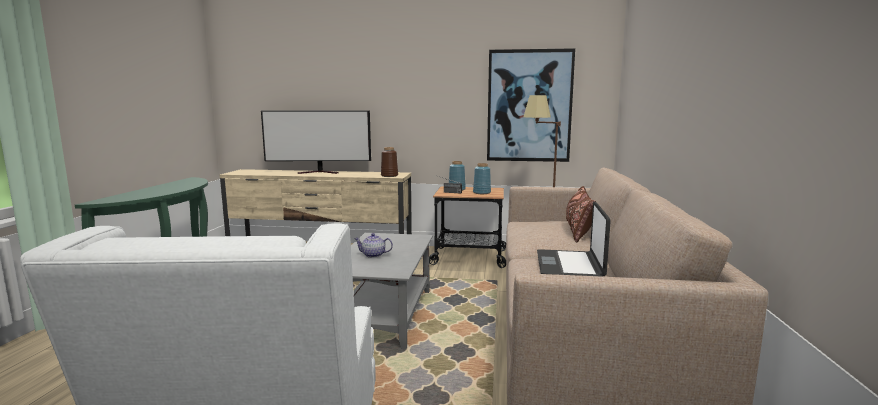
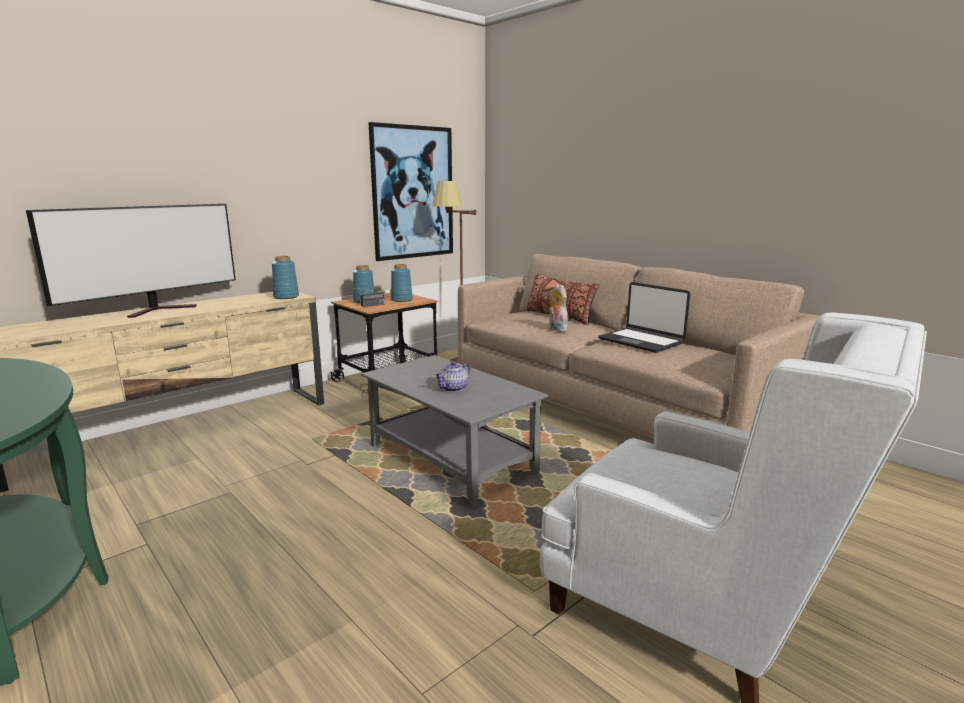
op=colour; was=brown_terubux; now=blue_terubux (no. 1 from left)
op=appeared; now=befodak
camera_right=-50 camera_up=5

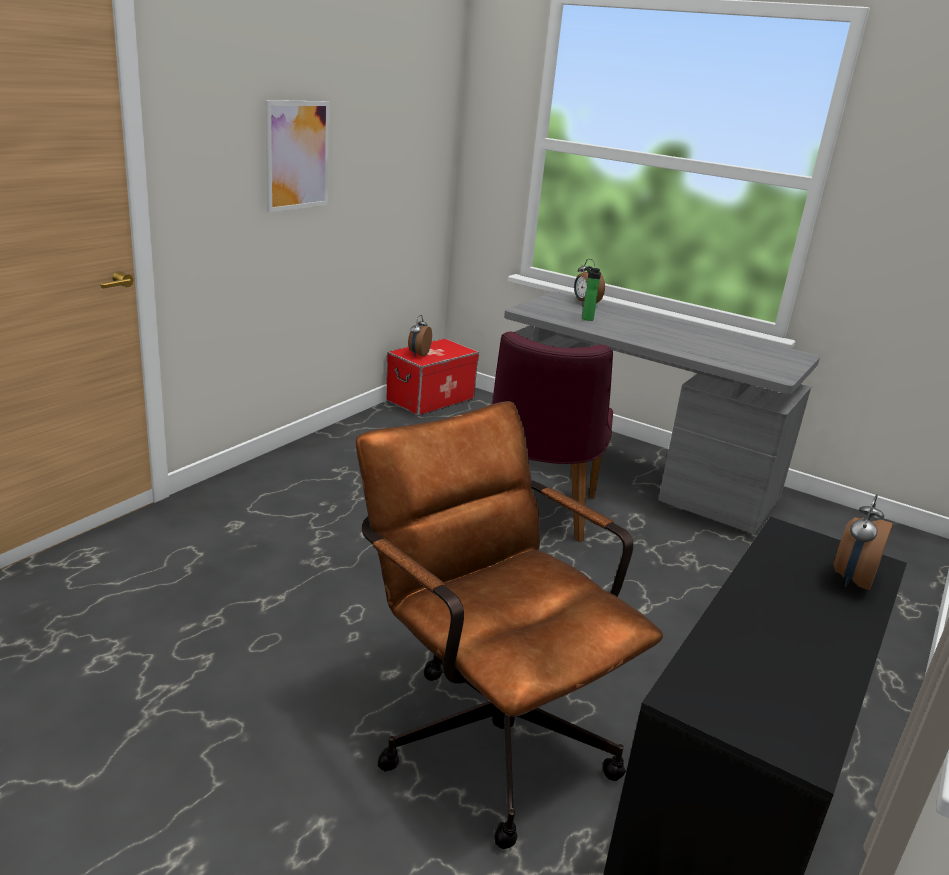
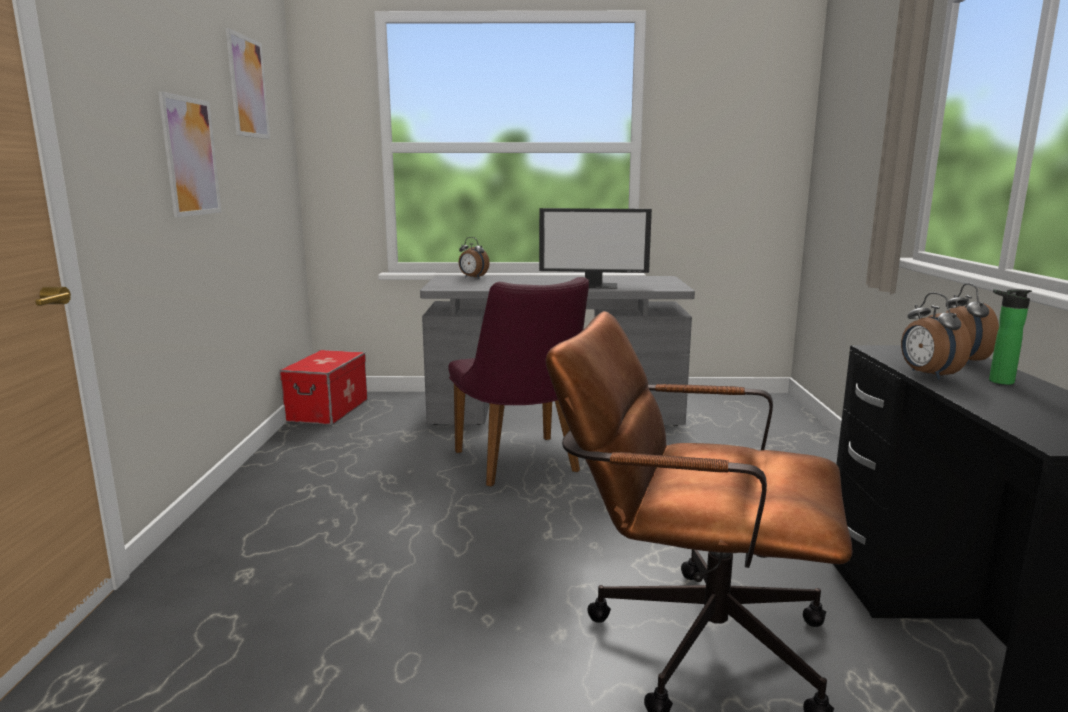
op=appeared; now=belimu (no. 2 from left)
op=appeared; now=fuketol
op=relocated; was=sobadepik (no. 1 from left in the first image); now=sobadepik (no. 2 from left)
op=relocated; was=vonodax
camera_right=-30 camera_up=-10

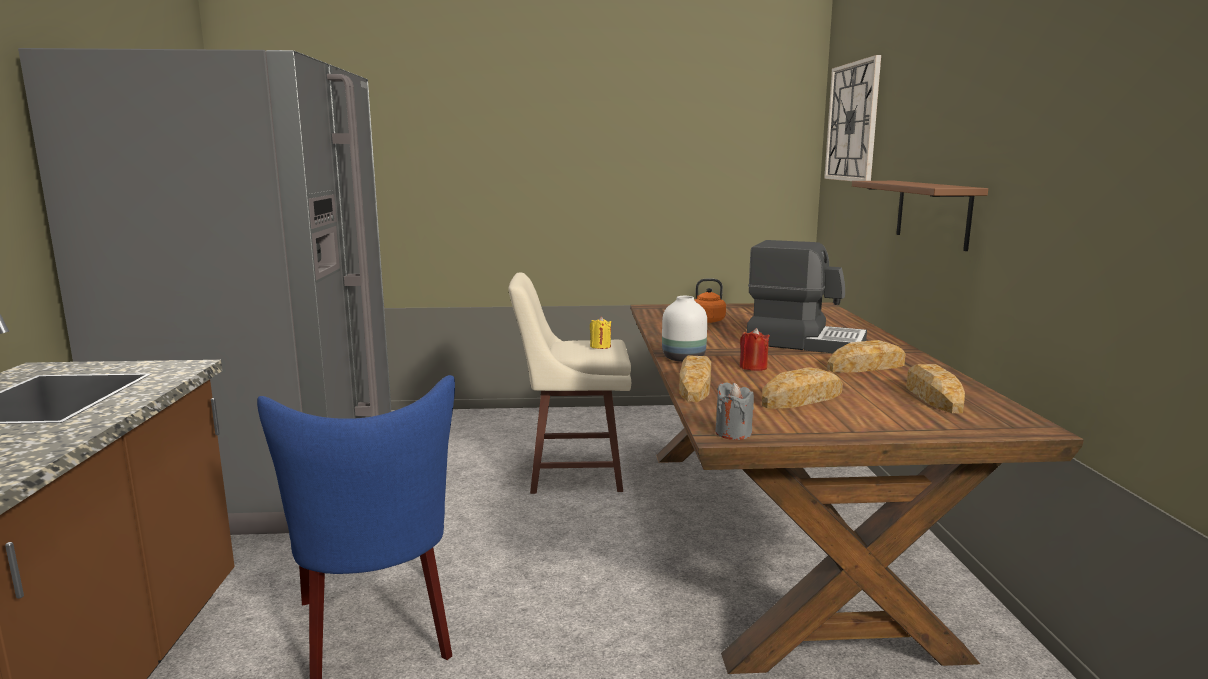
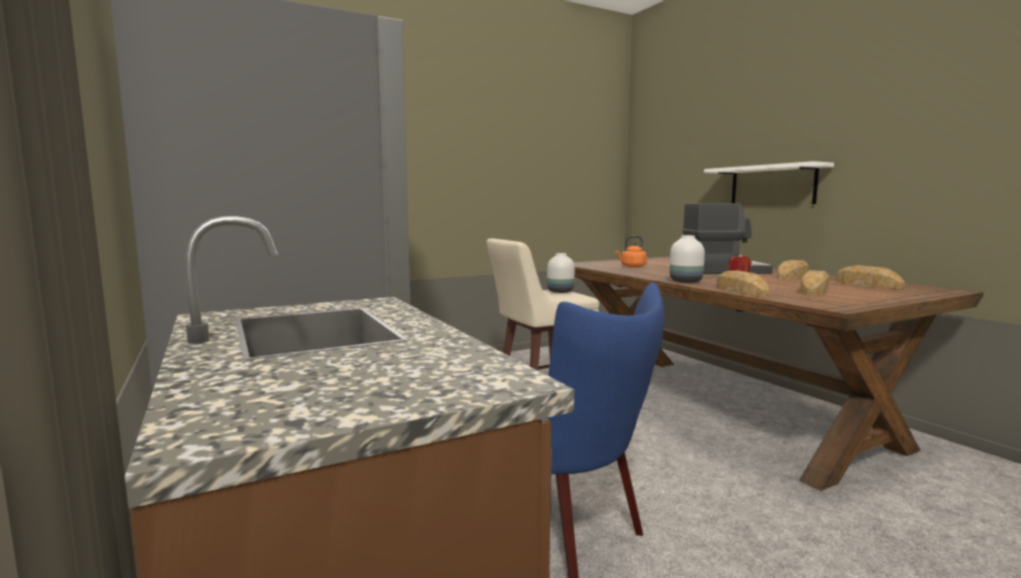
op=exchanged; was=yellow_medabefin; now=white_terubux (no. 1 from left)
op=colour; was=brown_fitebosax; now=white_fitebosax
op=missing; was=grey_medabefin
op=missing; was=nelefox
camera_right=-25 camera_up=-5

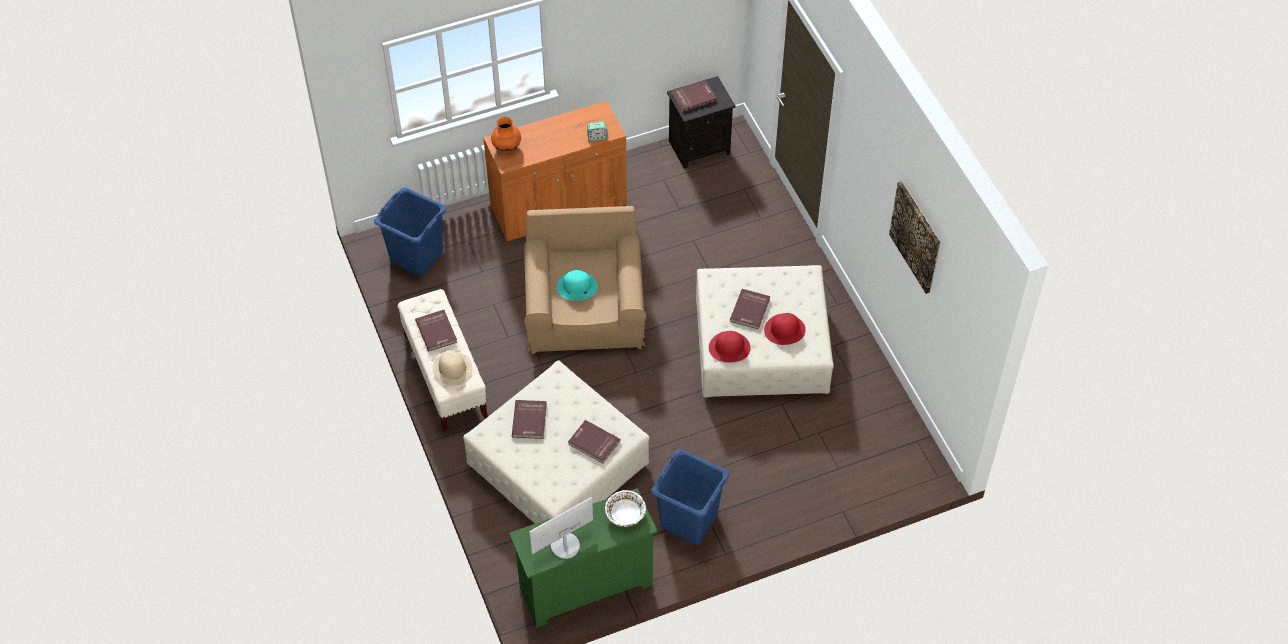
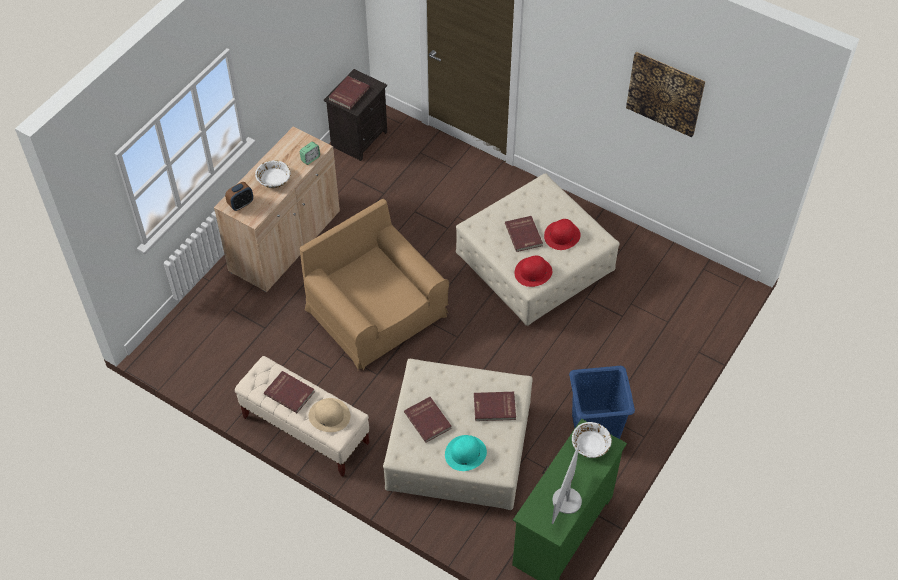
op=colour; was=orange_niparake; now=beige_niparake
op=exchanged; was=orange_terubux; now=sobadepik (no. 1 from left)
op=appeared; now=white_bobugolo (no. 1 from left)
op=relocated; was=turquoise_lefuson
op=missing; was=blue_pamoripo (no. 1 from left)
camera_right=-35 camera_up=0

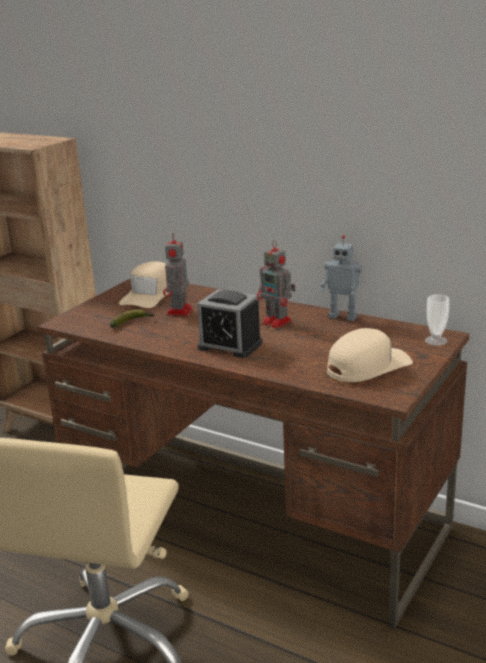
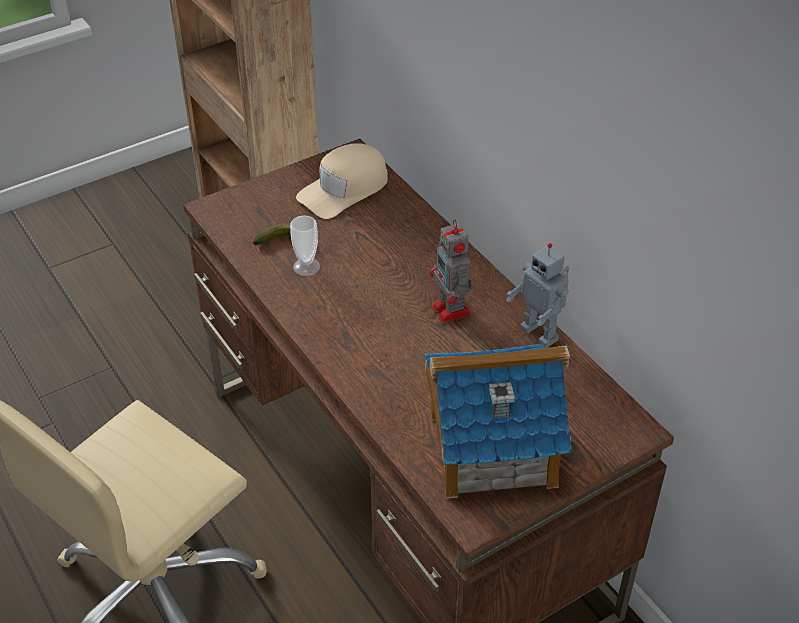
op=relocated; was=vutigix
op=exchanged; was=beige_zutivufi (no. 2 from left); now=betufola
op=missing; was=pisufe (no. 1 from left)
op=missing; was=sobadepik
camera_right=25 camera_up=20

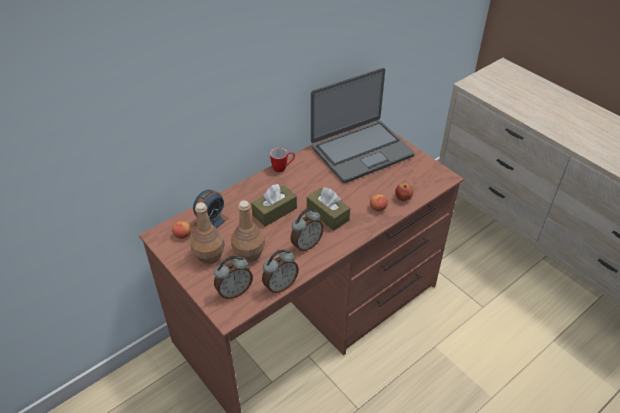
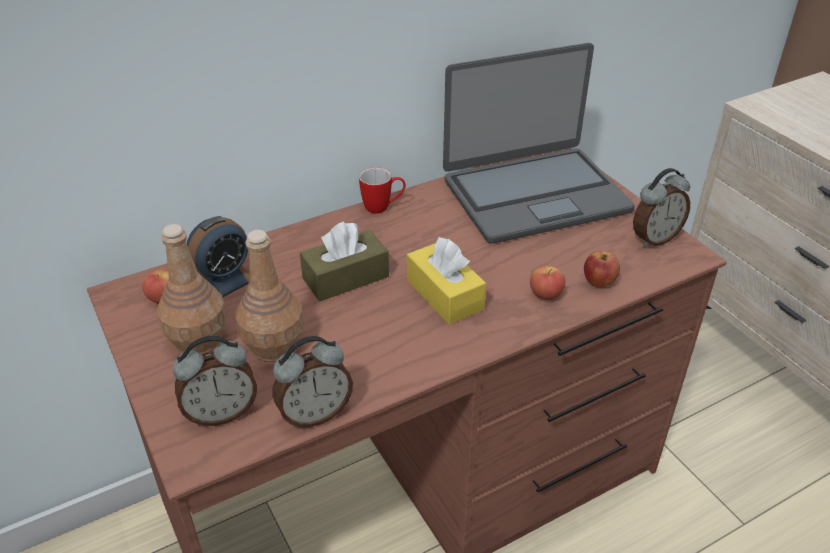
op=colour; was=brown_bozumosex (no. 2 from left); now=yellow_bozumosex
op=relocated; was=sobadepik (no. 4 from left)
camera_right=10 camera_up=-5

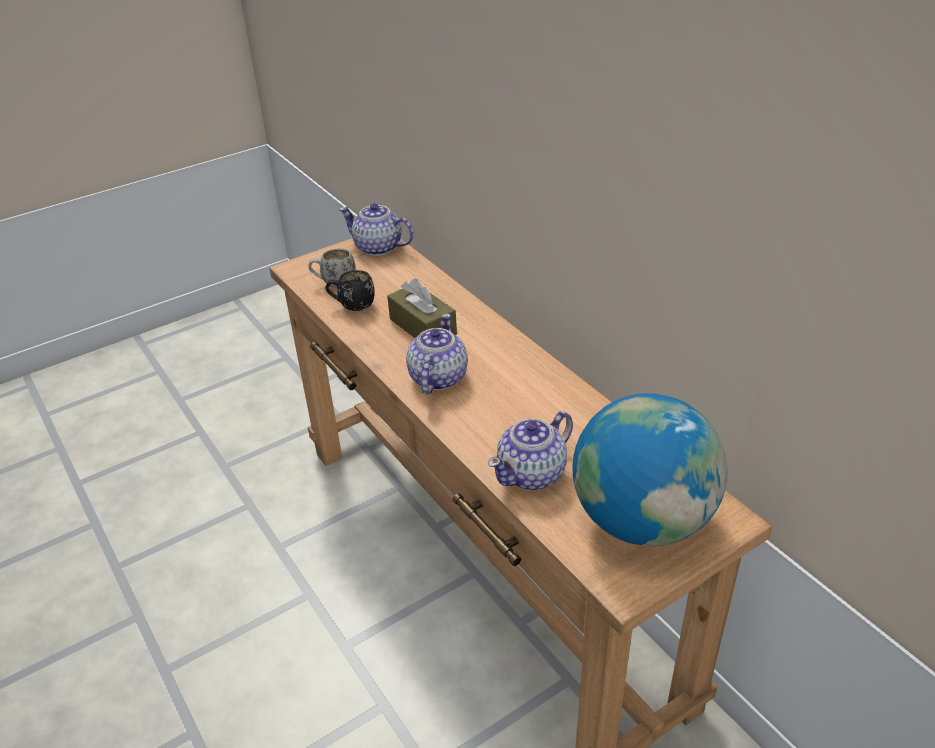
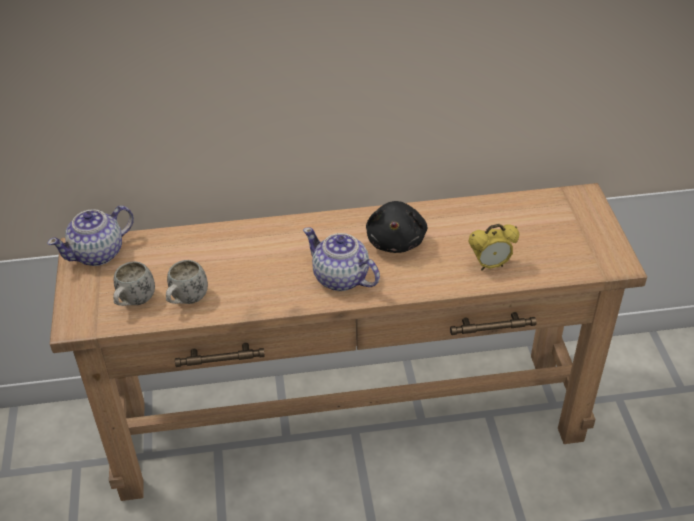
op=colour; was=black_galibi; now=white_galibi (no. 2 from left)
op=appeared; now=black_befodak
op=exchanged; was=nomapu (no. 3 from left); now=sobadepik
op=missing; was=brown_bozumosex
op=missing; was=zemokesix
camera_right=-65 camera_up=5

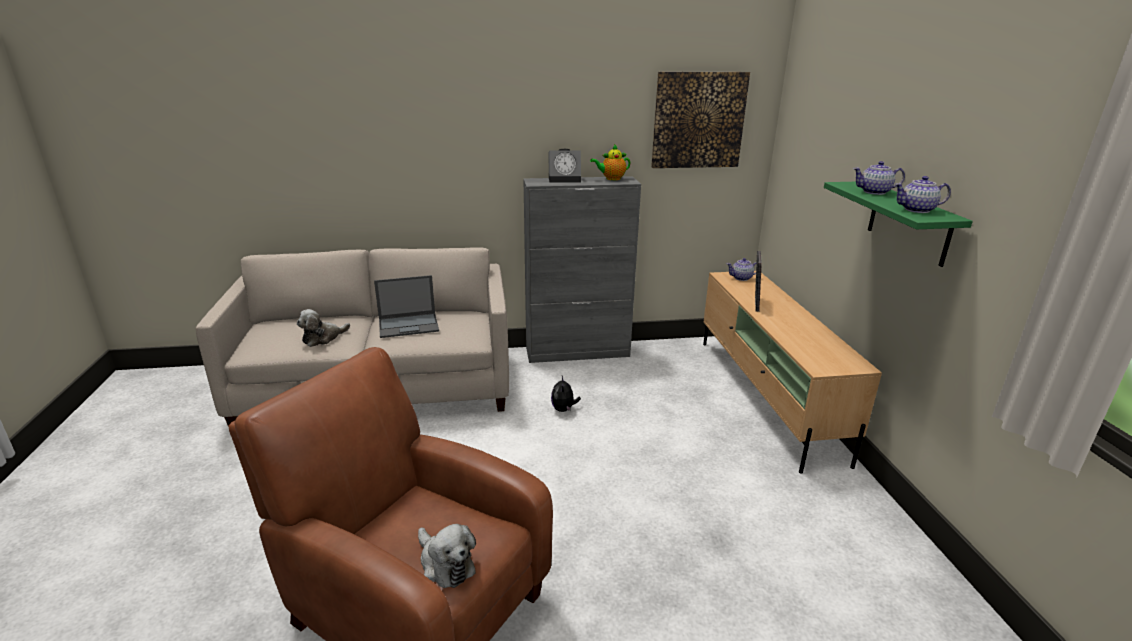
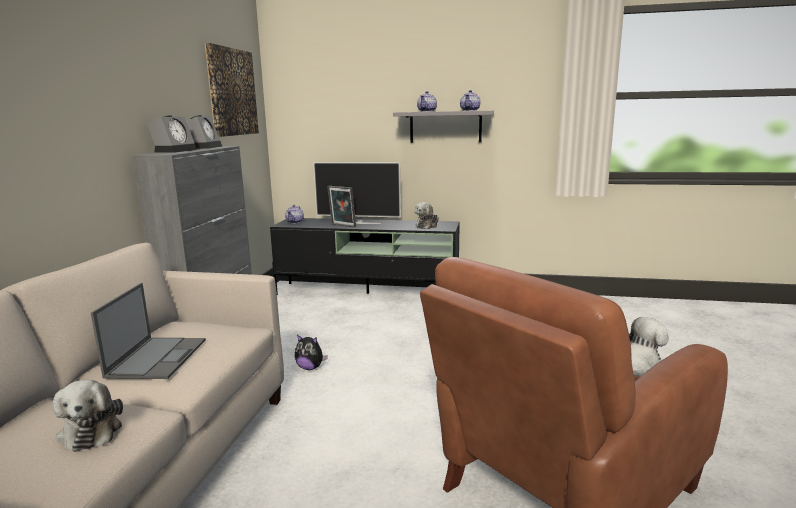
op=exchanged; was=nomapu (no. 1 from left); now=sobadepik (no. 2 from left)
op=colour; was=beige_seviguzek; now=black_seviguzek
op=appeared; now=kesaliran
op=colour; was=green_fitebosax; now=grey_fitebosax
op=appeared; now=befodak (no. 3 from left)
camera_right=-70 camera_up=-10

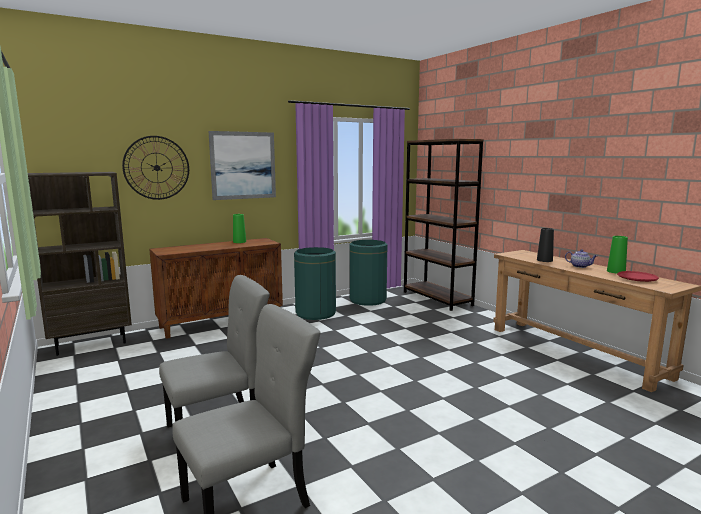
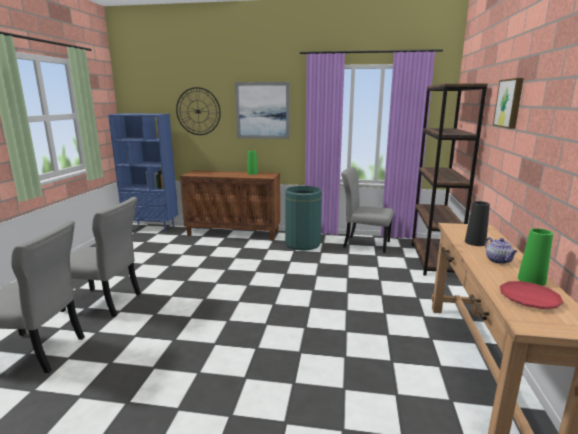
op=colour; was=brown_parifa (no. 1 from left); now=blue_parifa
op=exchanged; was=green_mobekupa (no. 2 from left); now=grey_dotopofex (no. 3 from left)
op=appeared; now=belimu (no. 2 from left)
camera_right=40 camera_up=5

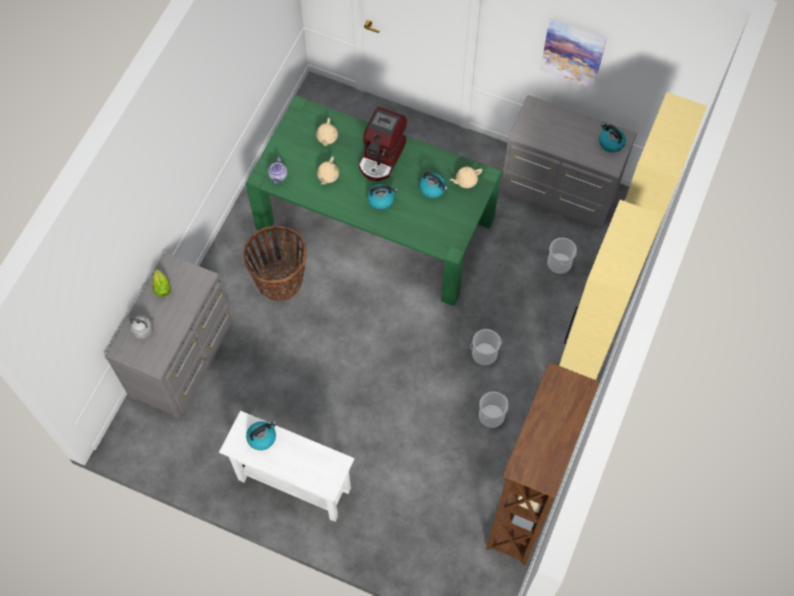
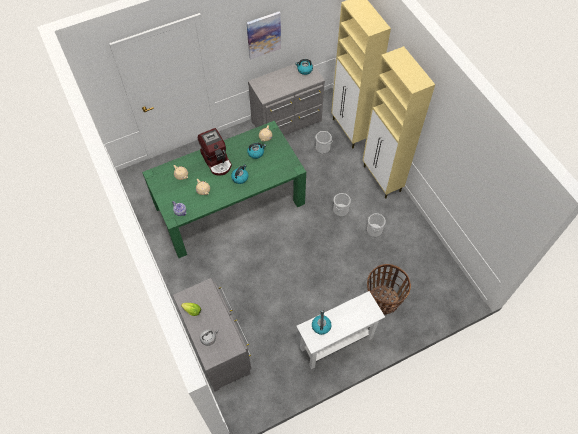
op=relocated; was=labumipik
op=missing; was=brown_parifa
camera_right=-50 camera_up=-5

